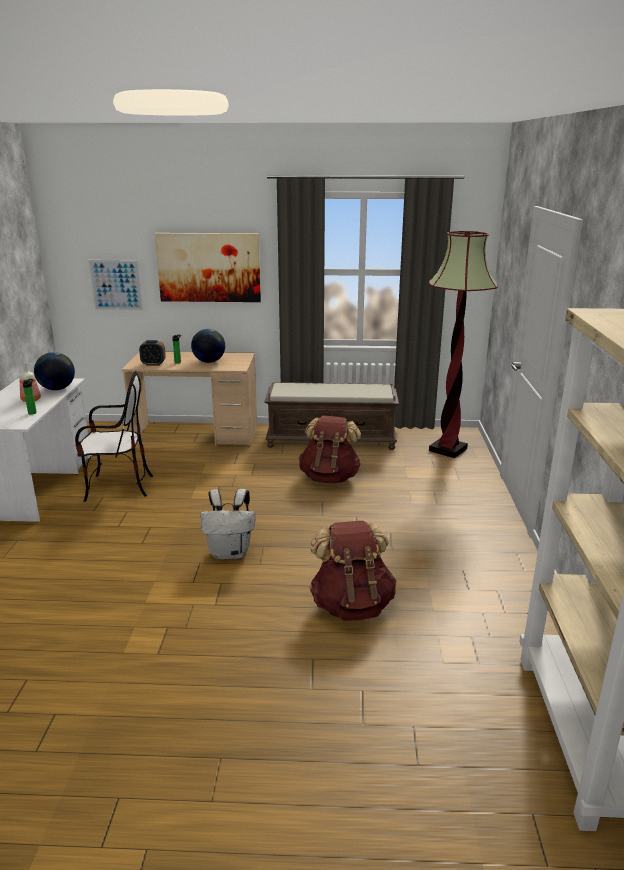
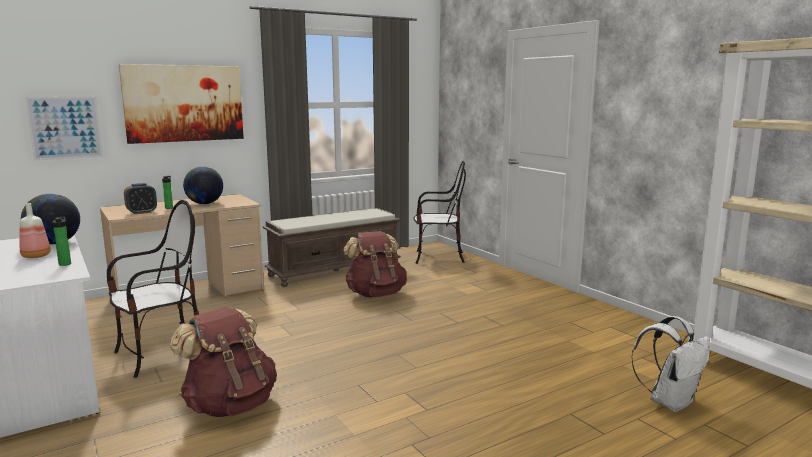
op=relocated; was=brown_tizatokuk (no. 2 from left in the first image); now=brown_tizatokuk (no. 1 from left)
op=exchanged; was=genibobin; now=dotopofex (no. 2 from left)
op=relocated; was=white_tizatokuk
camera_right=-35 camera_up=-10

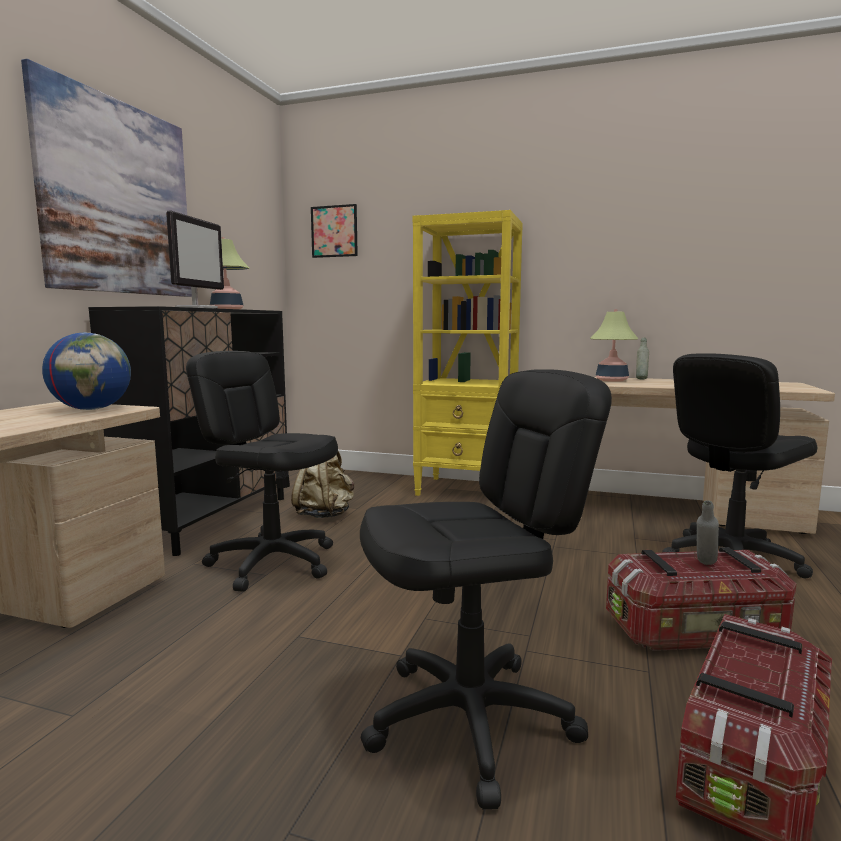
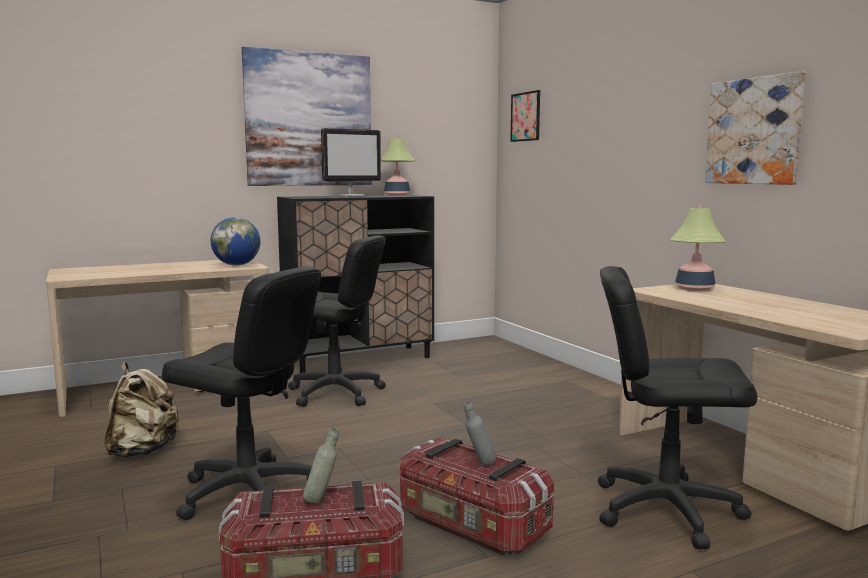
op=relocated; was=beige_tizatokuk
op=spun; was=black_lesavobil (no. 1 from left in the first image); clockwise=120
op=relocated; was=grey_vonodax (no. 1 from left)
op=appeared; now=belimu (no. 3 from left)
op=missing; was=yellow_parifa
camera_right=45 camera_up=0

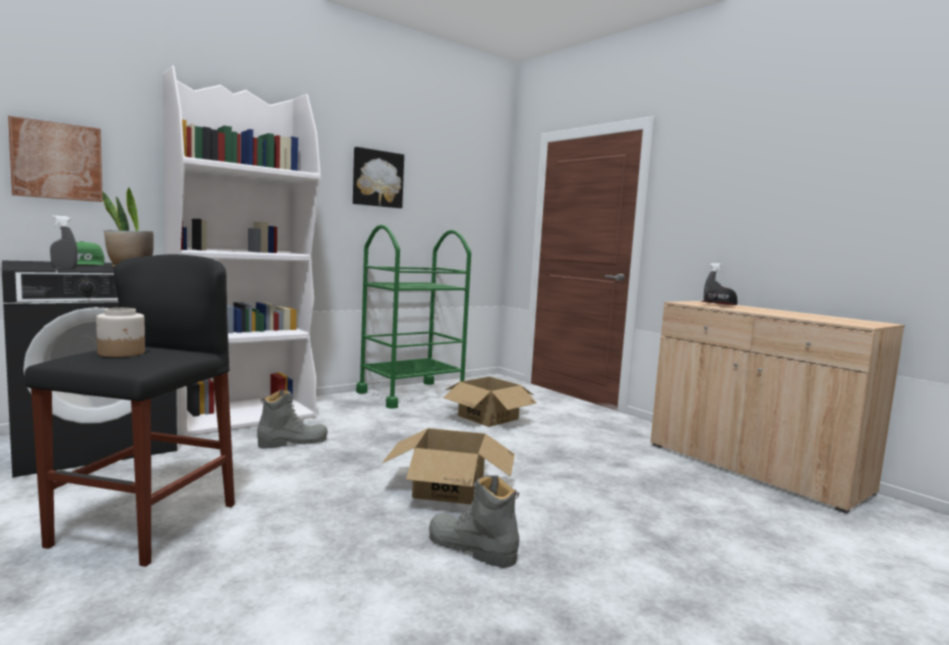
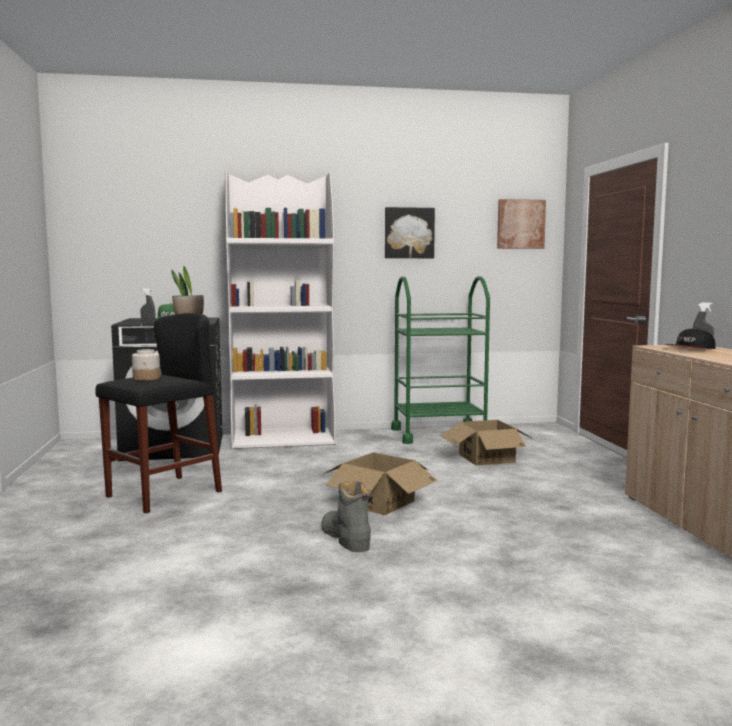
op=relocated; was=belimu (no. 1 from left in the first image); now=belimu (no. 2 from left)
op=missing; was=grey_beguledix (no. 1 from left)
camera_right=30 camera_up=0

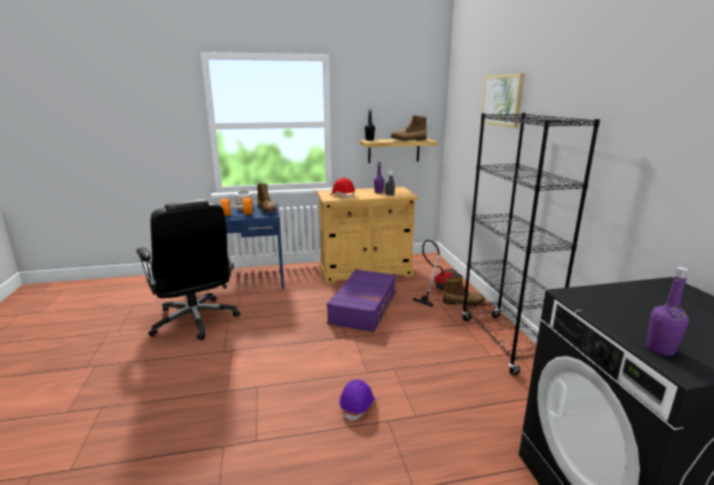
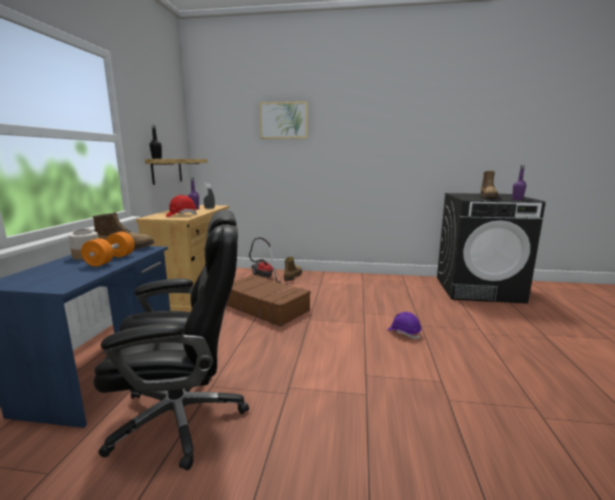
op=colour; was=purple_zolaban; now=brown_zolaban
op=relocated; was=beguledix (no. 2 from left in the first image); now=beguledix (no. 3 from left)
op=missing; was=black_parifa
camera_right=-70 camera_up=-5

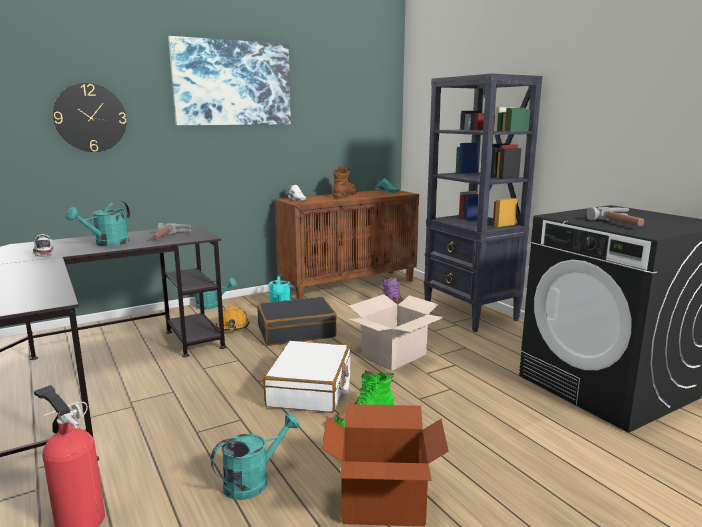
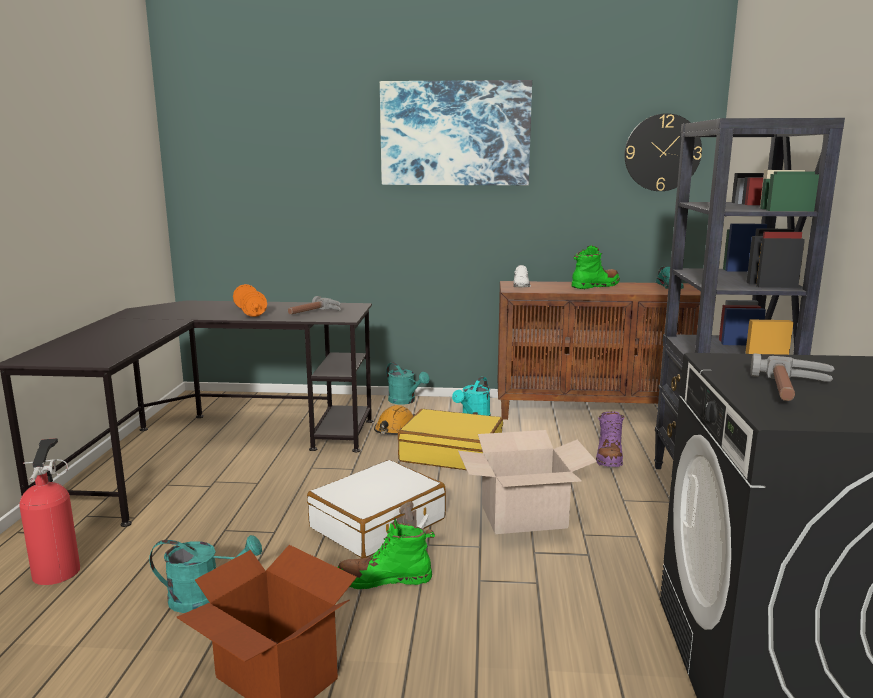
op=exchanged; was=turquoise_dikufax (no. 1 from left); now=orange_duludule
op=colour; was=black_zolaban; now=yellow_zolaban
op=colour; was=brown_beguledix; now=green_beguledix (no. 2 from left)
op=relocated; was=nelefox
op=missing; was=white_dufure (no. 1 from left)
camera_right=35 camera_up=0

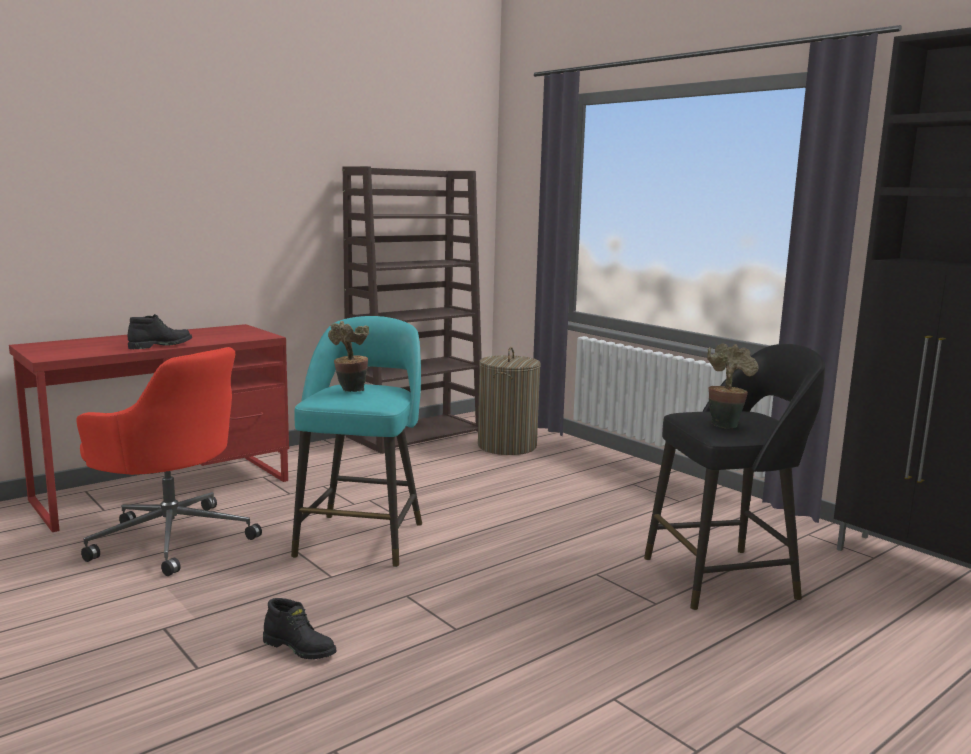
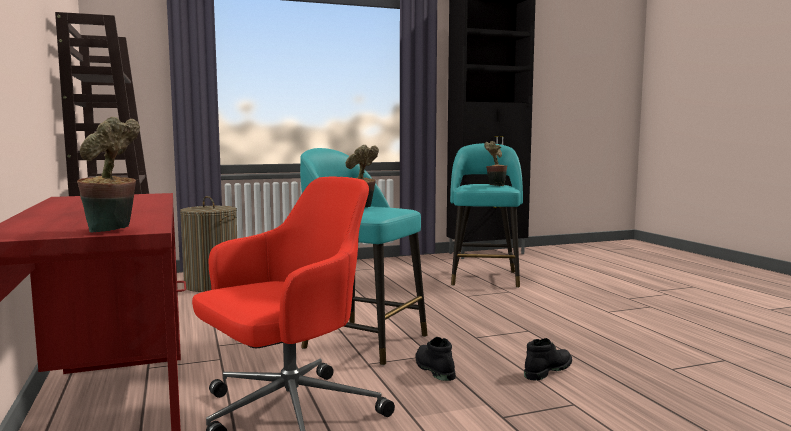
op=appeared; now=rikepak (no. 1 from left)
op=relocated; was=black_beguledix (no. 1 from left)
op=colour; was=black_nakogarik; now=turquoise_nakogarik (no. 2 from left)
camera_right=-70 camera_up=-5

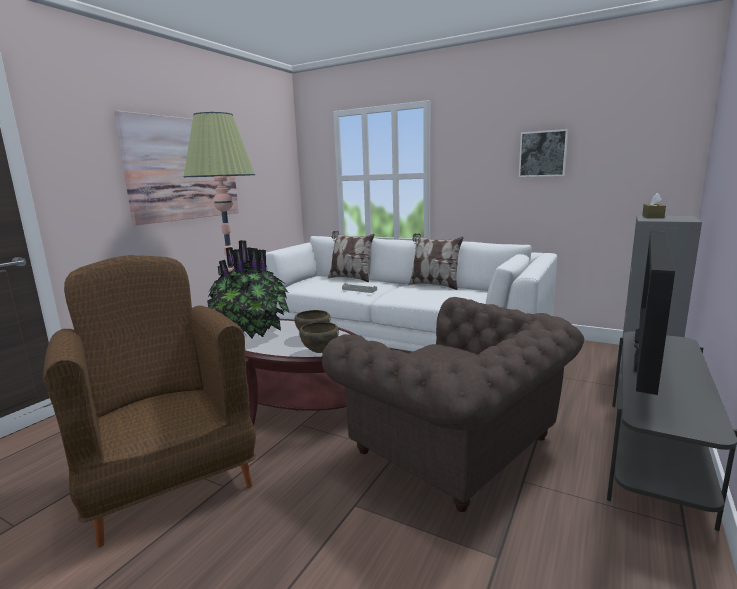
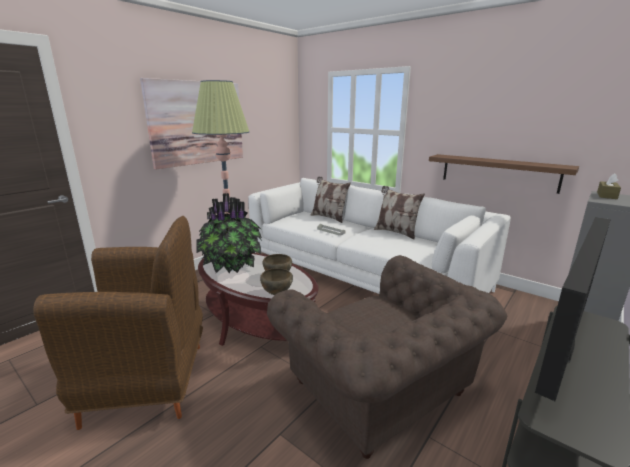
op=spun; was=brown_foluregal (no. 1 from left); clockwise=105
op=appeared; now=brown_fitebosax
op=missing; was=belimu (no. 2 from left)
camera_right=10 camera_up=5

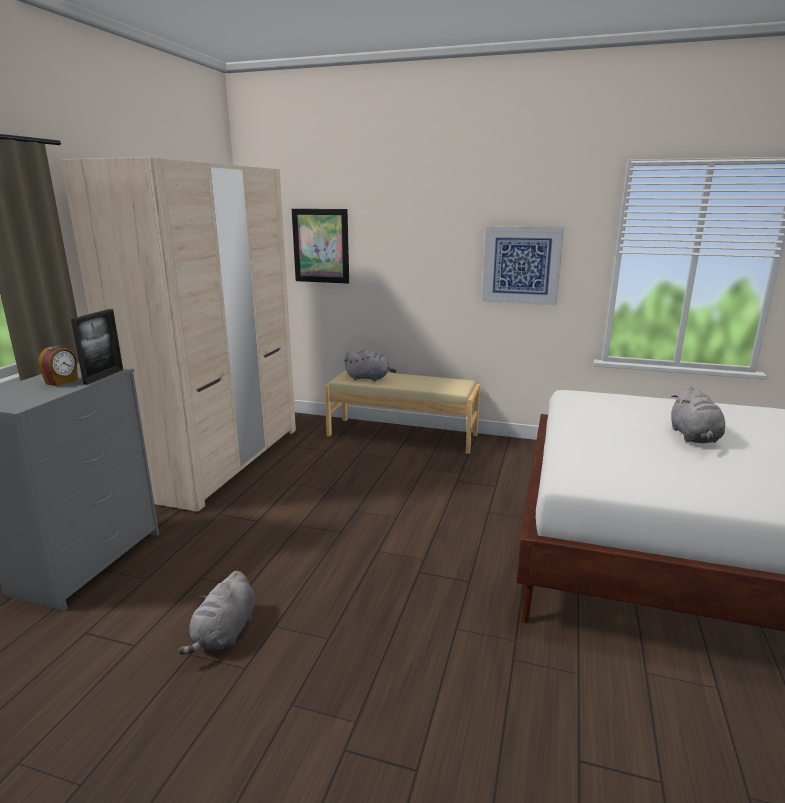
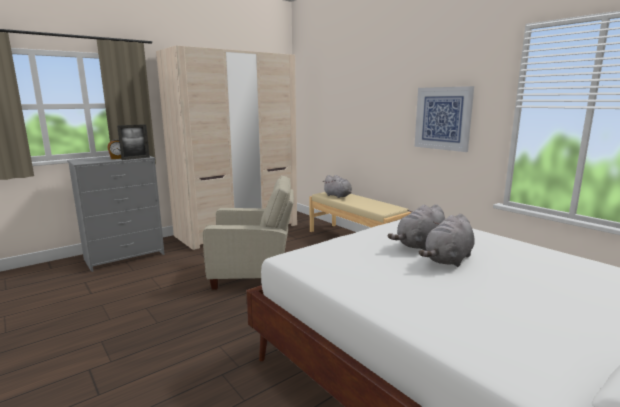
op=appeared; now=beige_foluregal
op=relocated; was=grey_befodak (no. 1 from left in the first image); now=grey_befodak (no. 2 from left)
op=missing; was=belimu (no. 1 from left)
camera_right=35 camera_up=-5

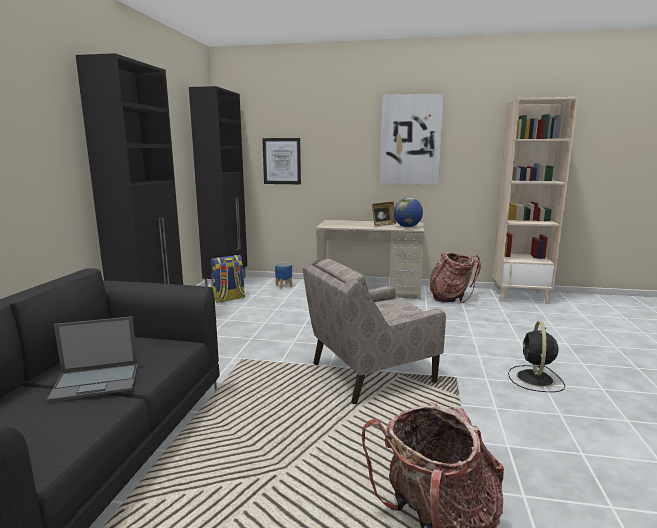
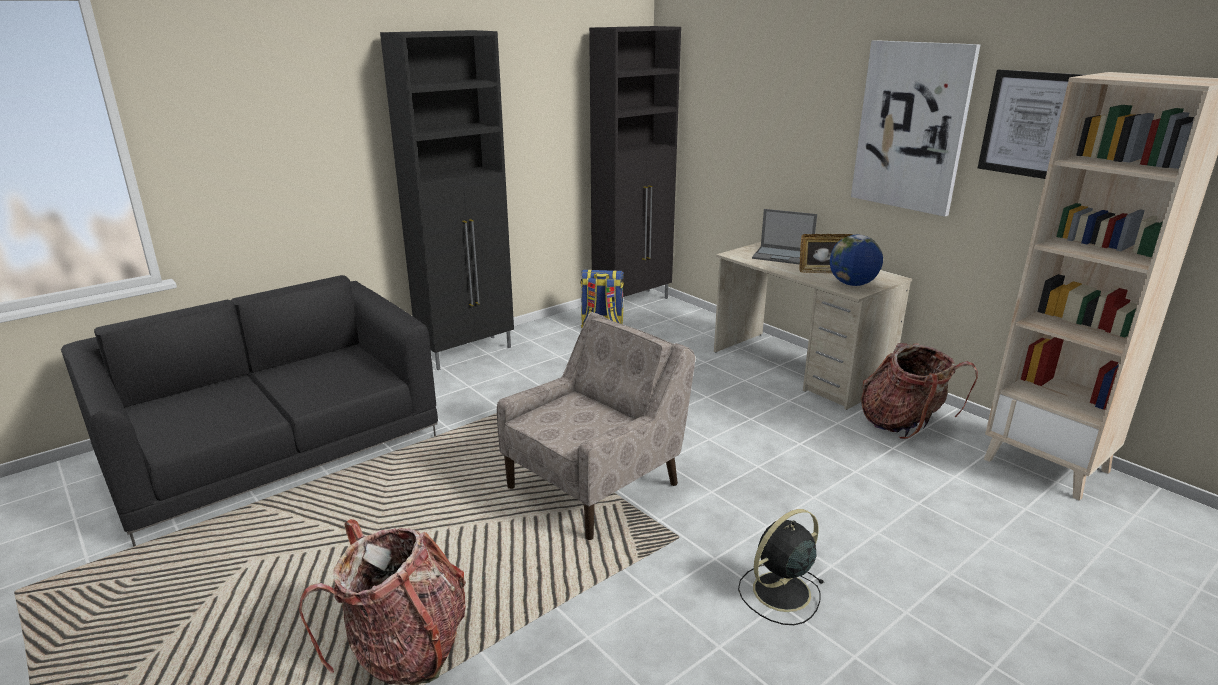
op=spun; was=beige_foluregal; clockwise=120
op=relocated; was=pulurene
op=relocated; was=belimu (no. 1 from left in the first image); now=belimu (no. 2 from left)
op=missing; was=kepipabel
camera_right=40 camera_up=10

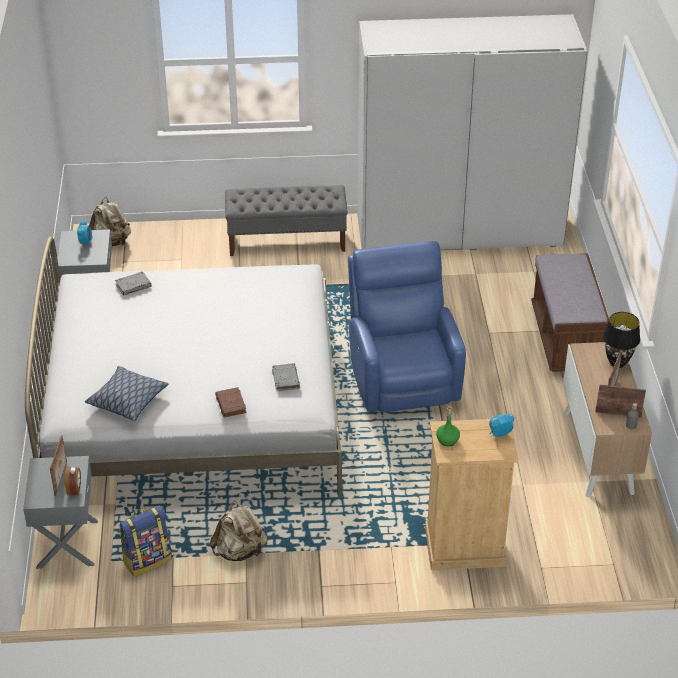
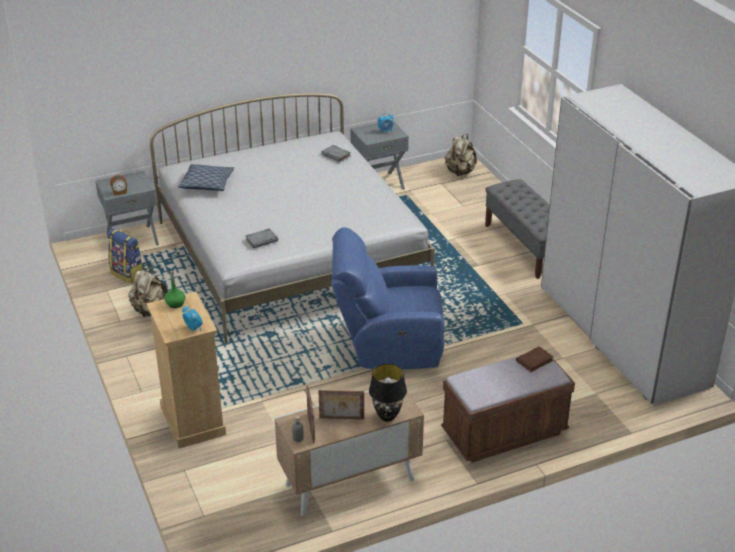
op=spun; was=blue_foluregal; clockwise=-150
op=relocated; was=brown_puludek
op=missing; was=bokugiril (no. 1 from left)
camera_right=70 camera_up=-5

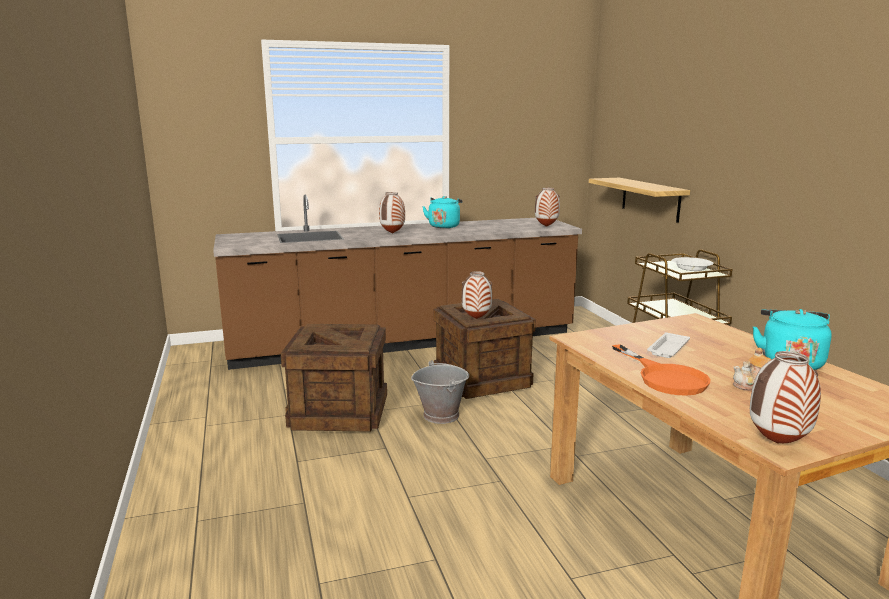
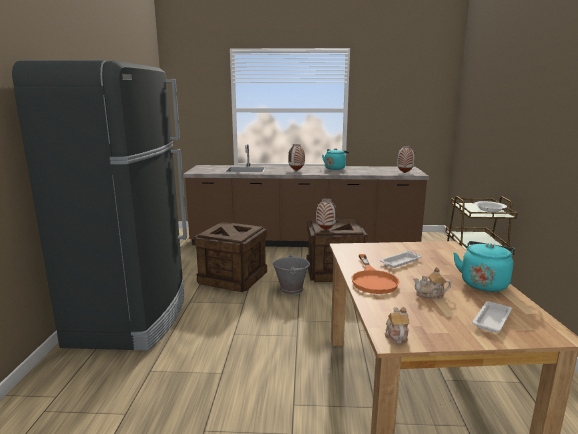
op=appeared; now=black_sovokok
op=exchanged; was=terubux (no. 4 from left); now=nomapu (no. 1 from left)
op=appeared; now=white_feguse (no. 2 from left)
op=missing; was=fitebosax
camera_right=20 camera_up=0

